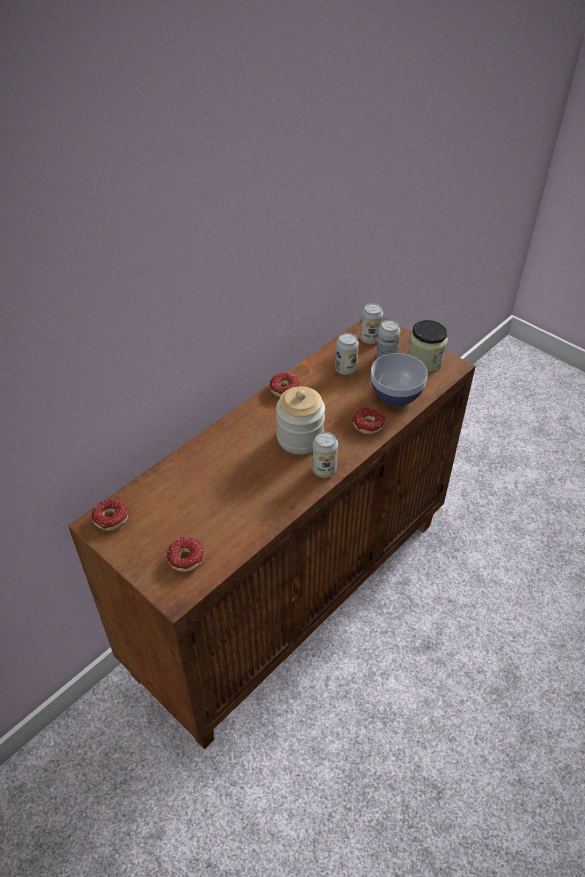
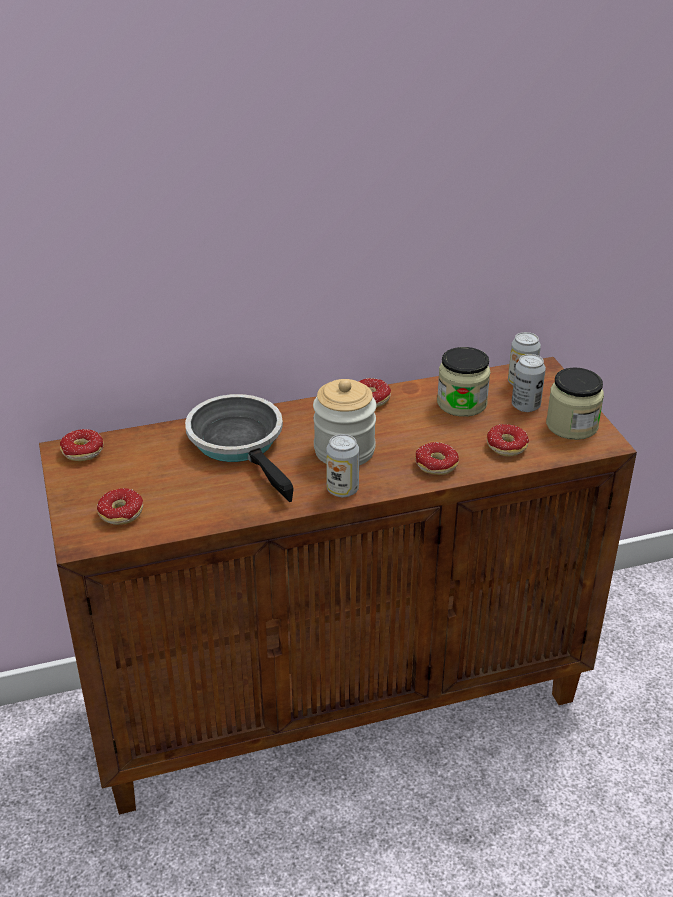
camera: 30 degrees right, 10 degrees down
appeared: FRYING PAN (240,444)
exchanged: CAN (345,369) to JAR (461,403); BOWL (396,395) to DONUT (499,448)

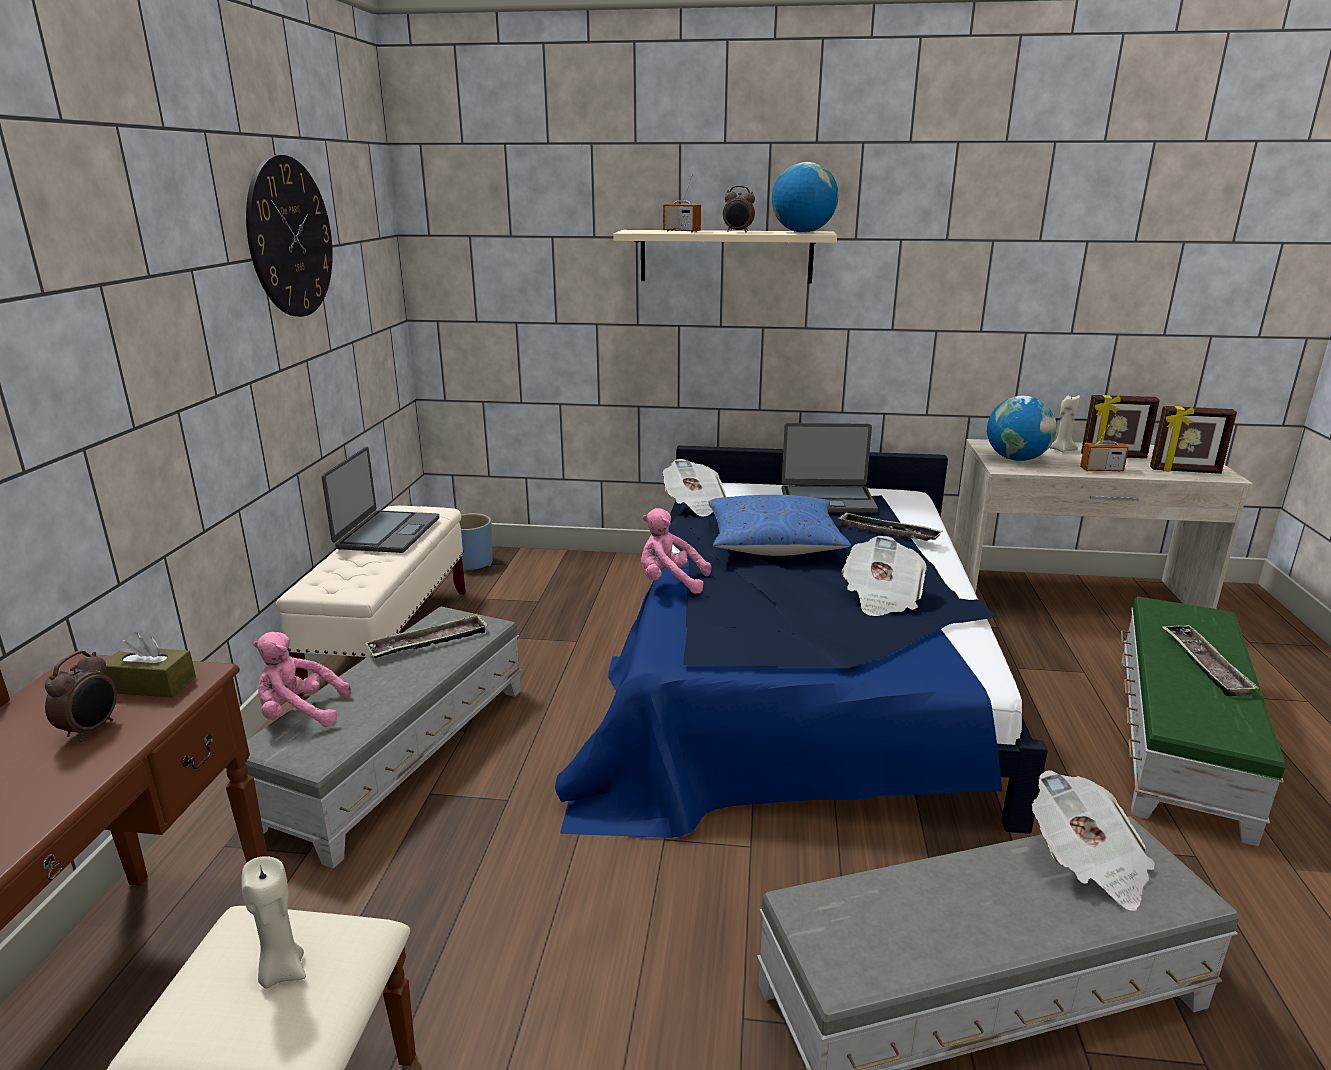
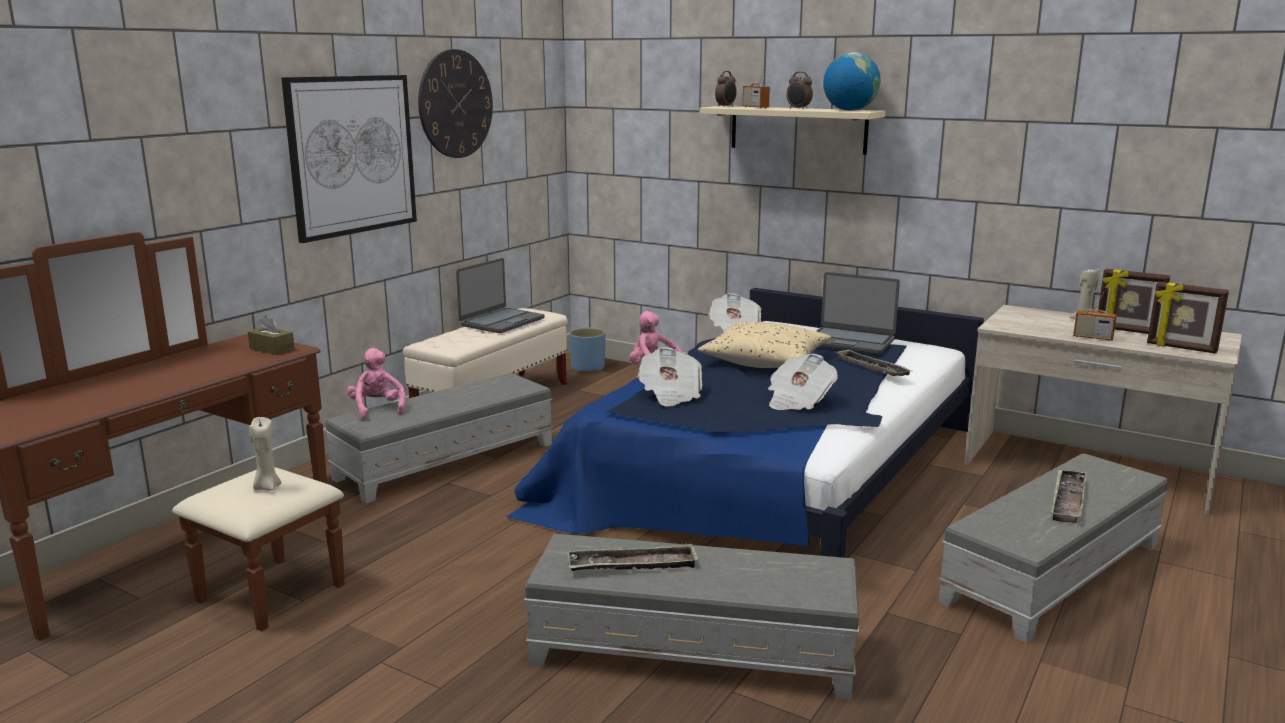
camera: 25 degrees right, 5 degrees down
missing: GLOBE (1016,459)
appeared: PICTURE (352,155)
relocated: TRAY (429,642) to (632,565); NEWSPAPER (1087,864) to (670,394); ALARM CLOCK (92,729) to (726,106)
colour: BLUE PILLOW (773,543) to BEIGE PILLOW (764,361); GREEN OTTOMAN (1178,740) to GREY OTTOMAN (1051,573)
spun: PINK PLUSH TOY (300,714) = (377,409) 45 degrees clockwise

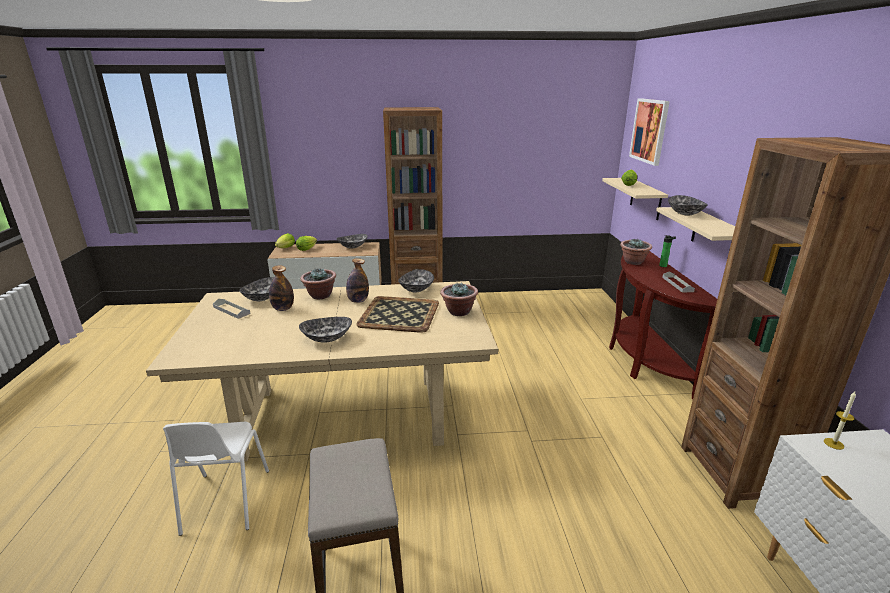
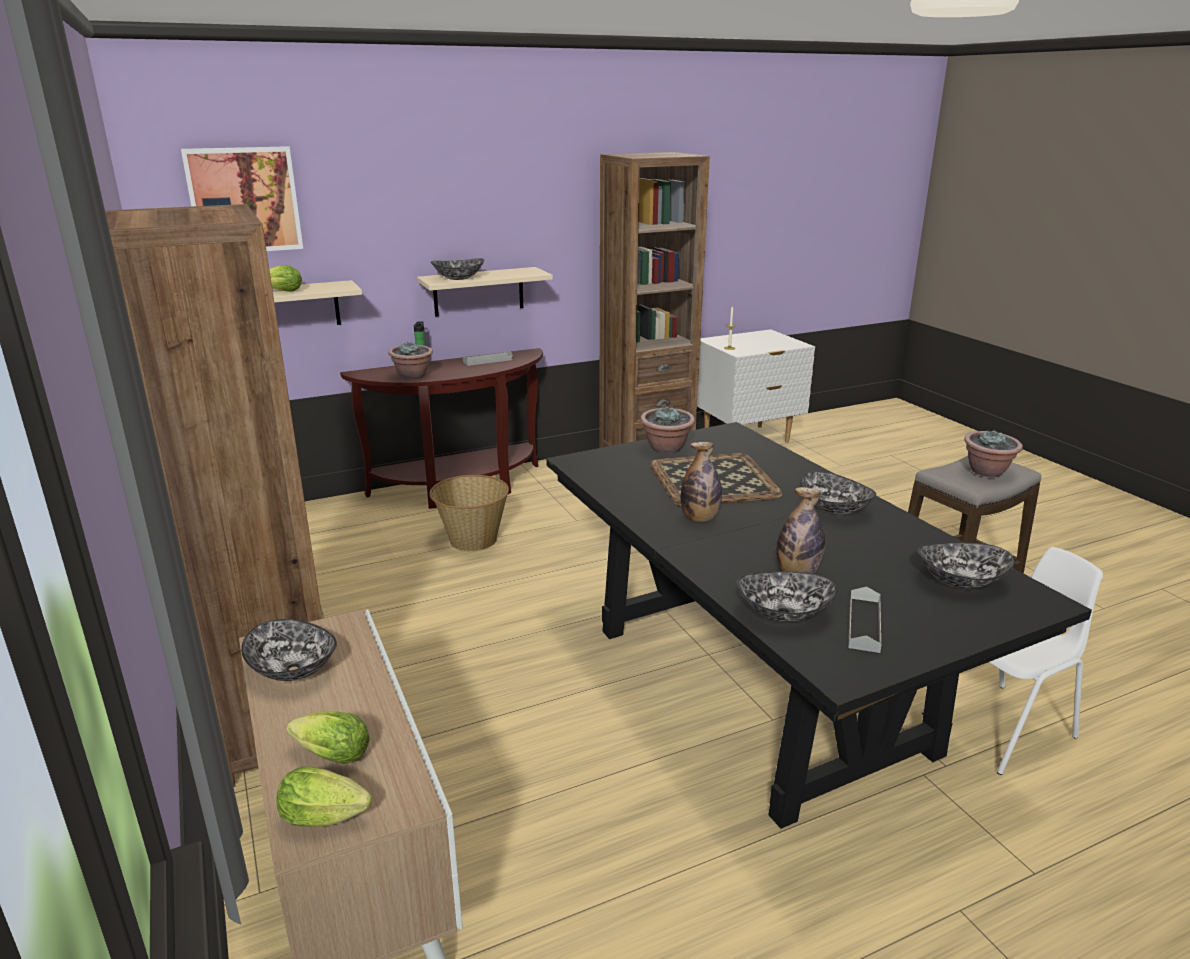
camera: 110 degrees left, 0 degrees up
appeared: BASKET (472,540)
relocated: BOWL (416,289) to (961,581); POTTED PLANT (320,295) to (987,472)
colour: BEIGE DINING TABLE (344,416) to BLACK DINING TABLE (758,688)

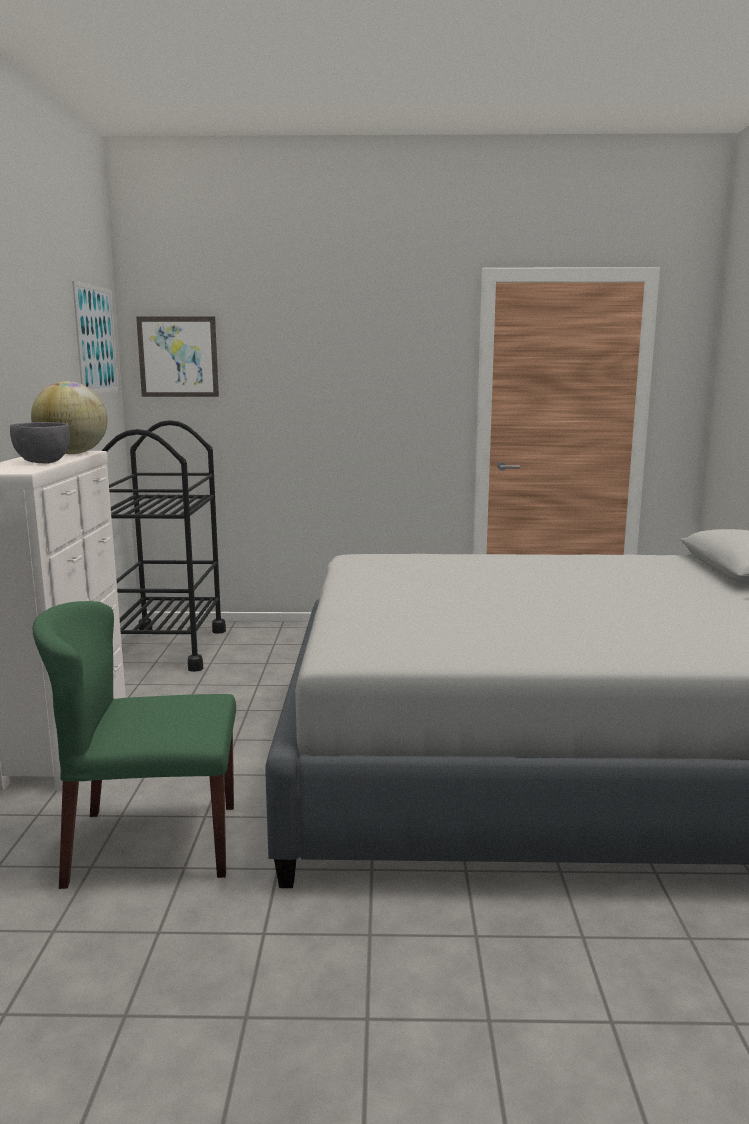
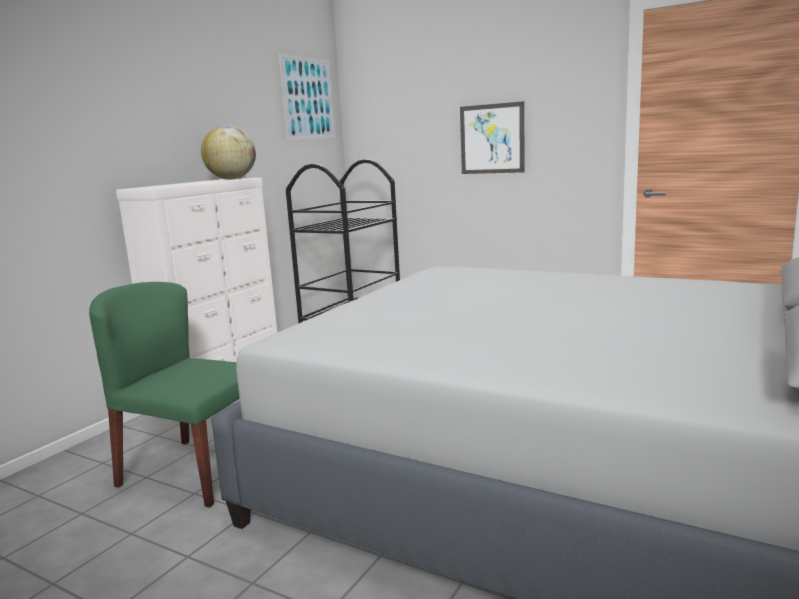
camera: 30 degrees right, 0 degrees up
missing: GREY BOWL (42,462)
relocated: PICTURE (178,357) to (492,139)

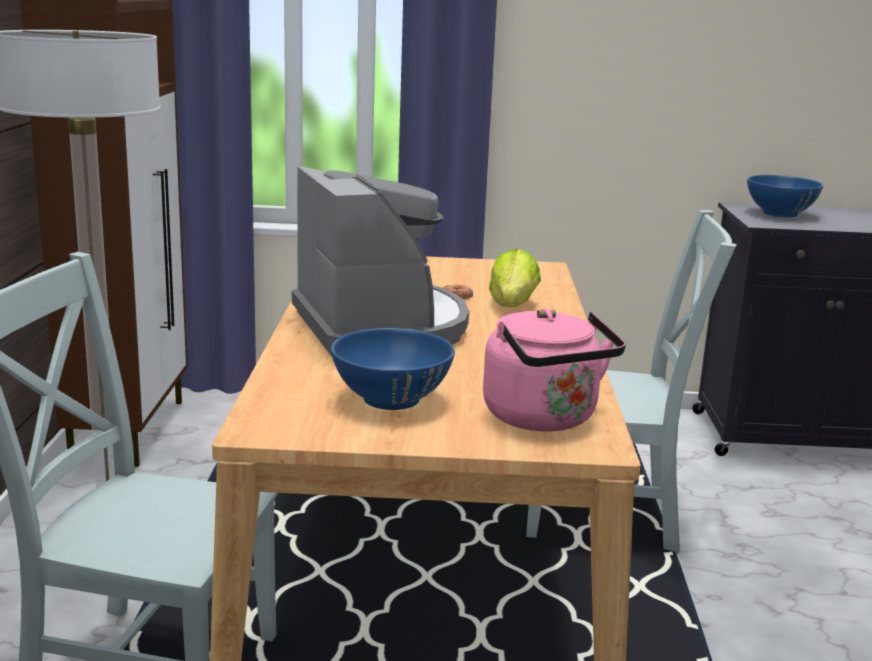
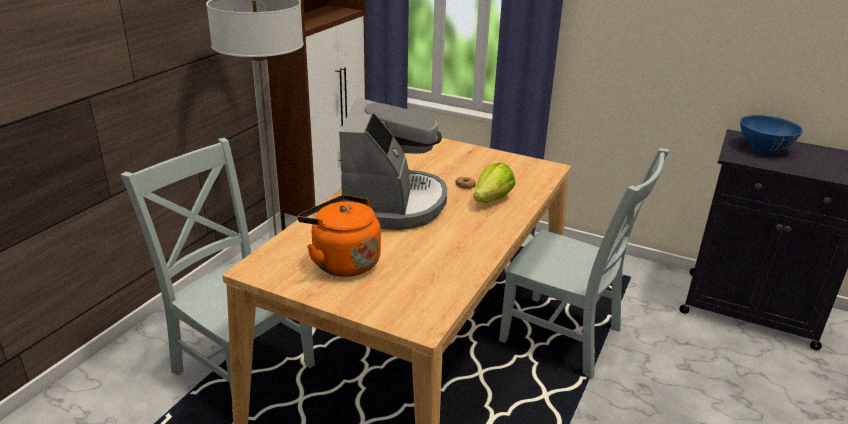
camera: 25 degrees right, 10 degrees up
missing: PINK KETTLE (545,419)
exchanged: BLUE BOWL (391,398) to ORANGE KETTLE (342,262)

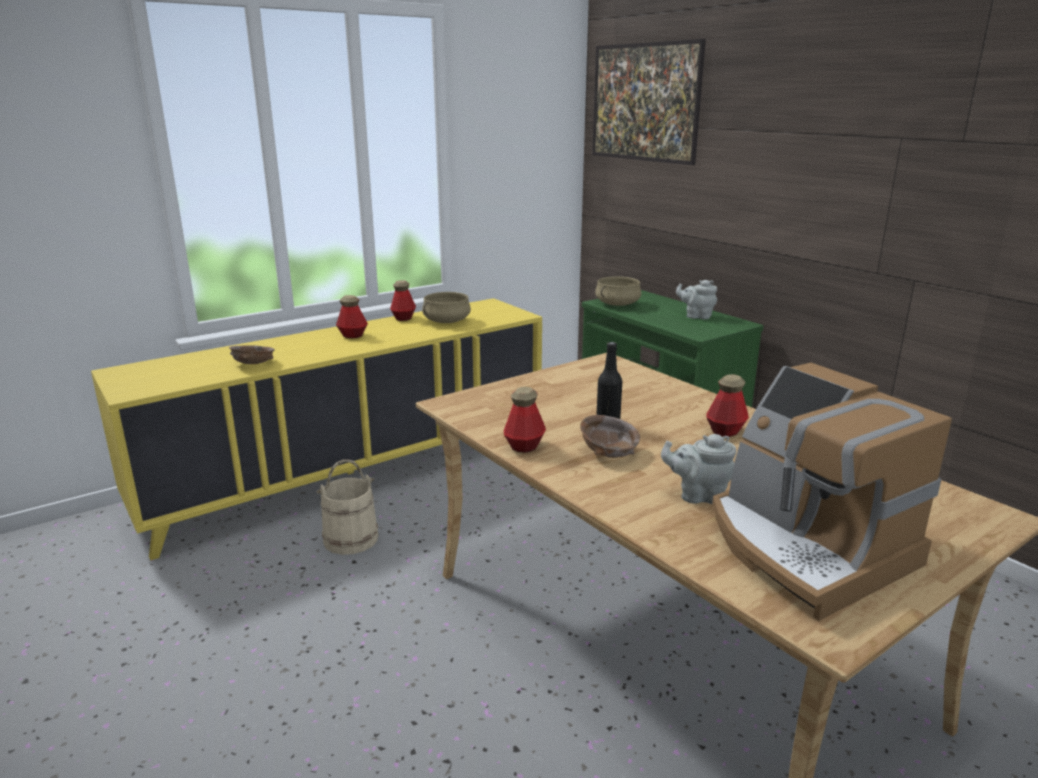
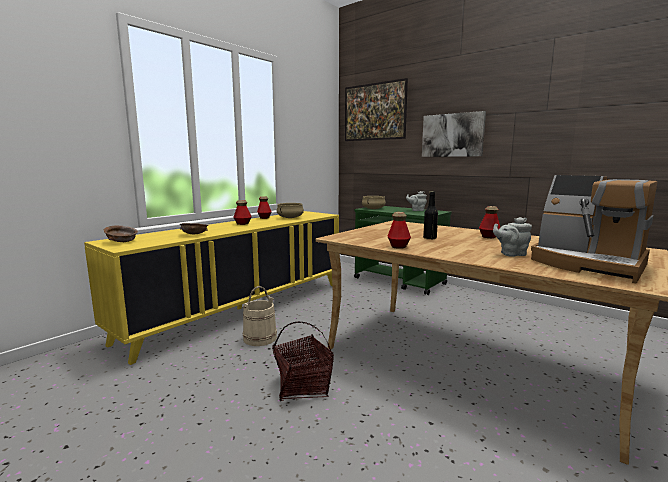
camera: 15 degrees left, 10 degrees down
appeared: BASKET (302,386); PICTURE (452,135)
relocated: BROWN BOWL (608,452) to (121,241)

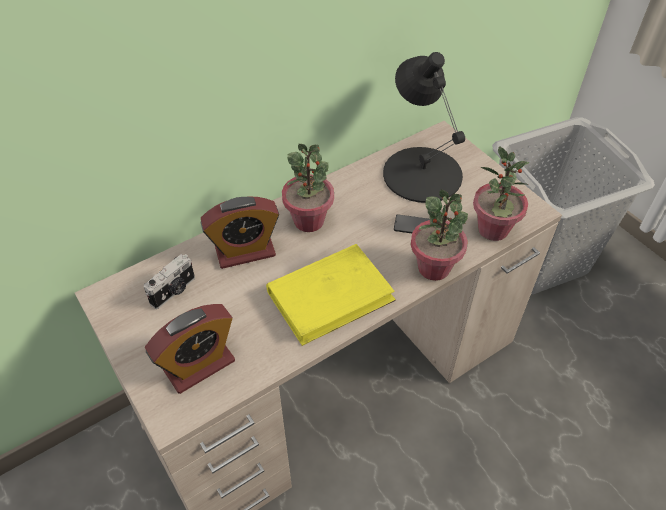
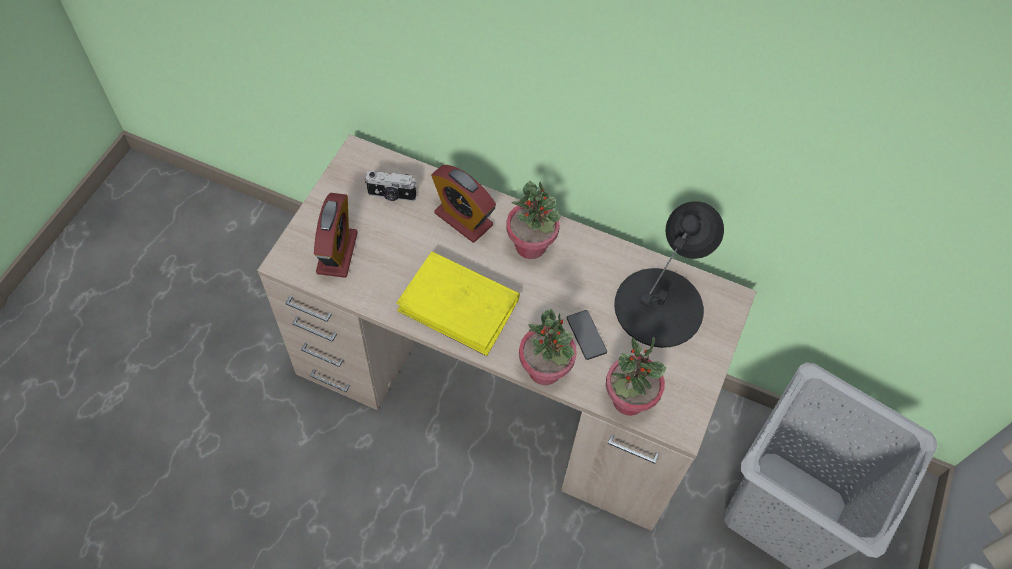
camera: 55 degrees right, 10 degrees up
spun: ALARM CLOCK (199,365) = (337,253) 105 degrees counterclockwise

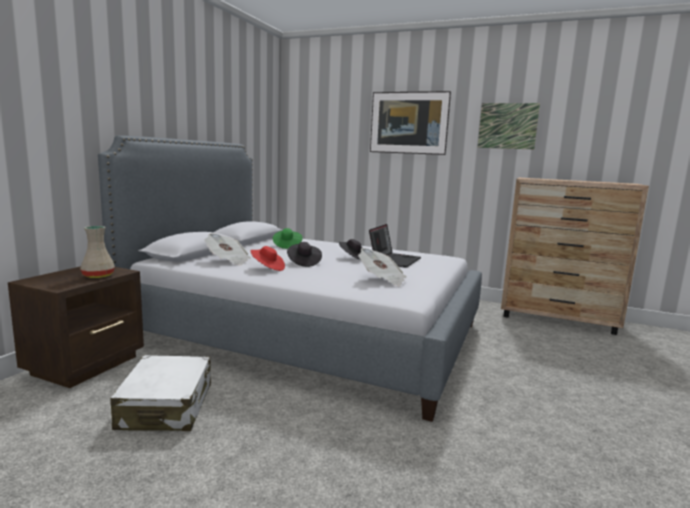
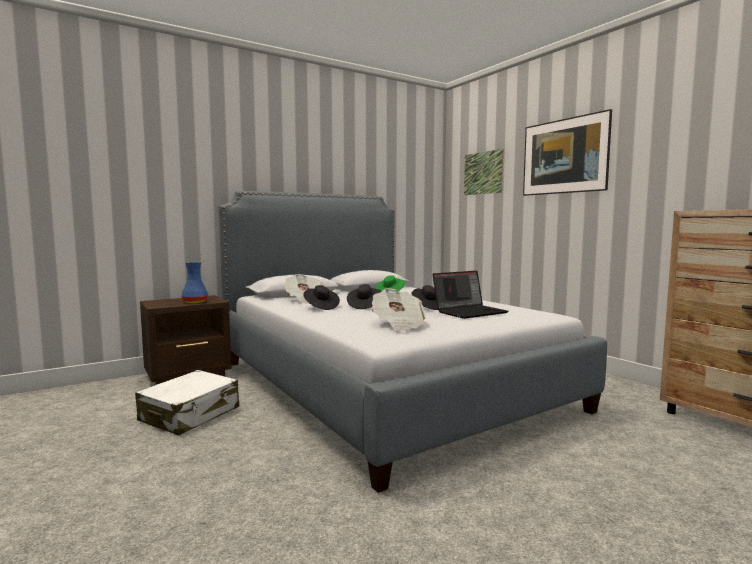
camera: 35 degrees right, 5 degrees down
relocated: PICTURE (507,126) to (483,173)
colour: BEIGE VASE (99,276) to BLUE VASE (195,302); RED HAT (267,268) to BLACK HAT (321,307)

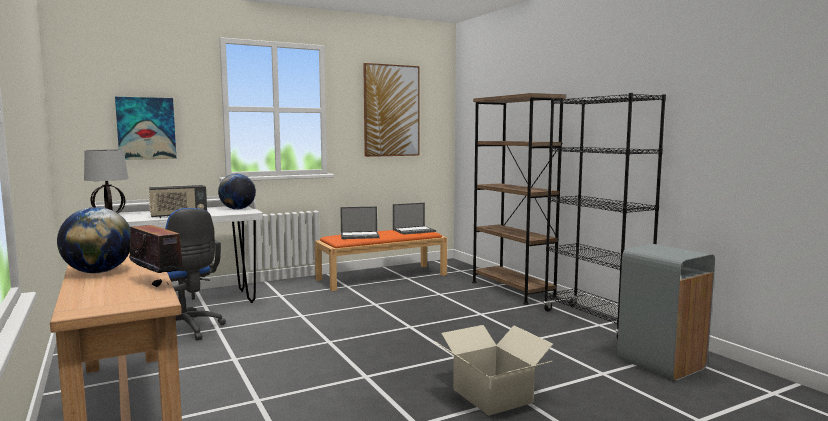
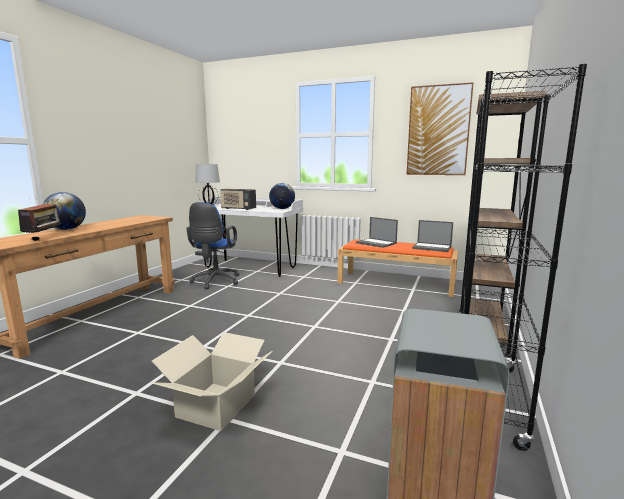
camera: 50 degrees right, 5 degrees up
missing: PICTURE (146,128)

